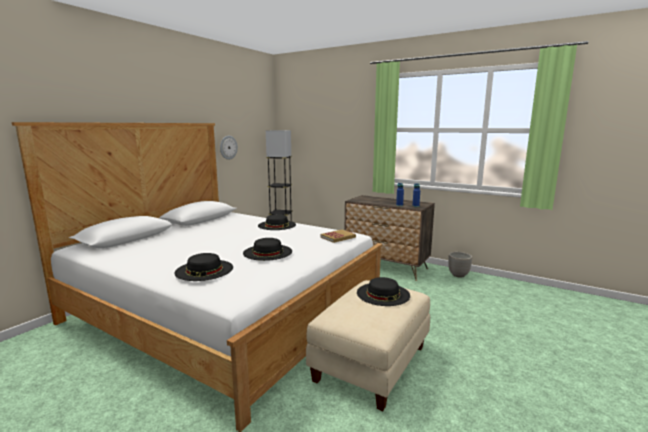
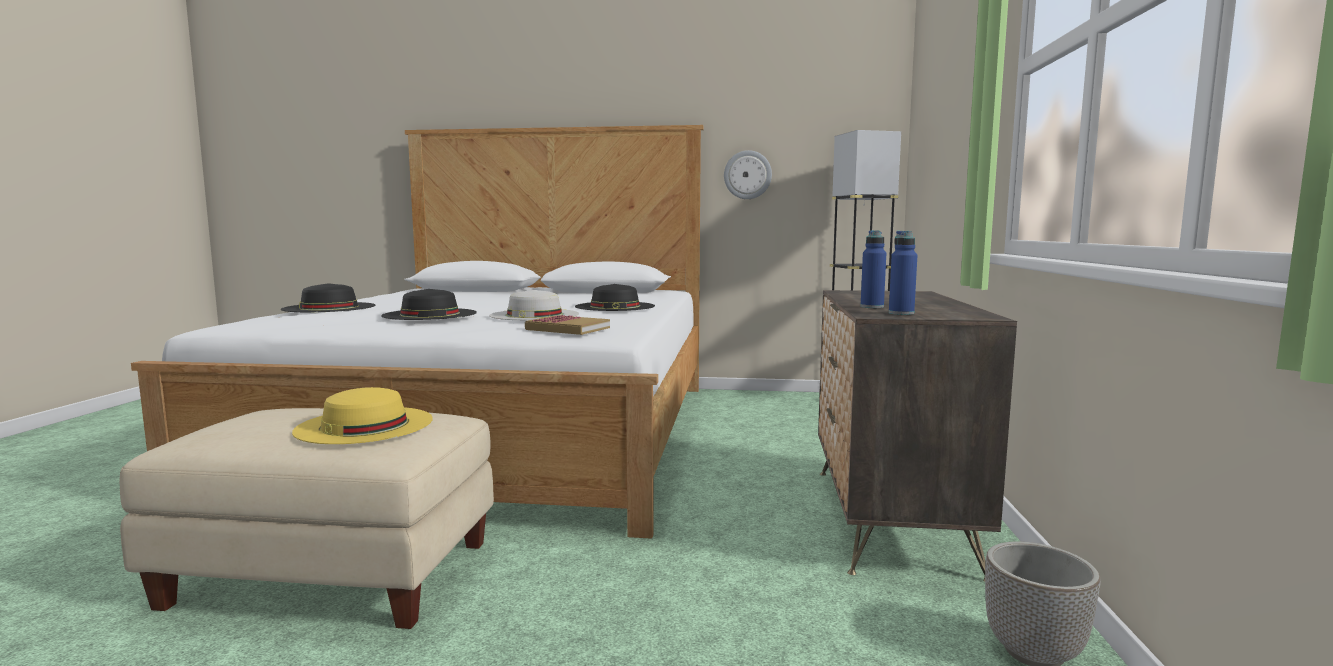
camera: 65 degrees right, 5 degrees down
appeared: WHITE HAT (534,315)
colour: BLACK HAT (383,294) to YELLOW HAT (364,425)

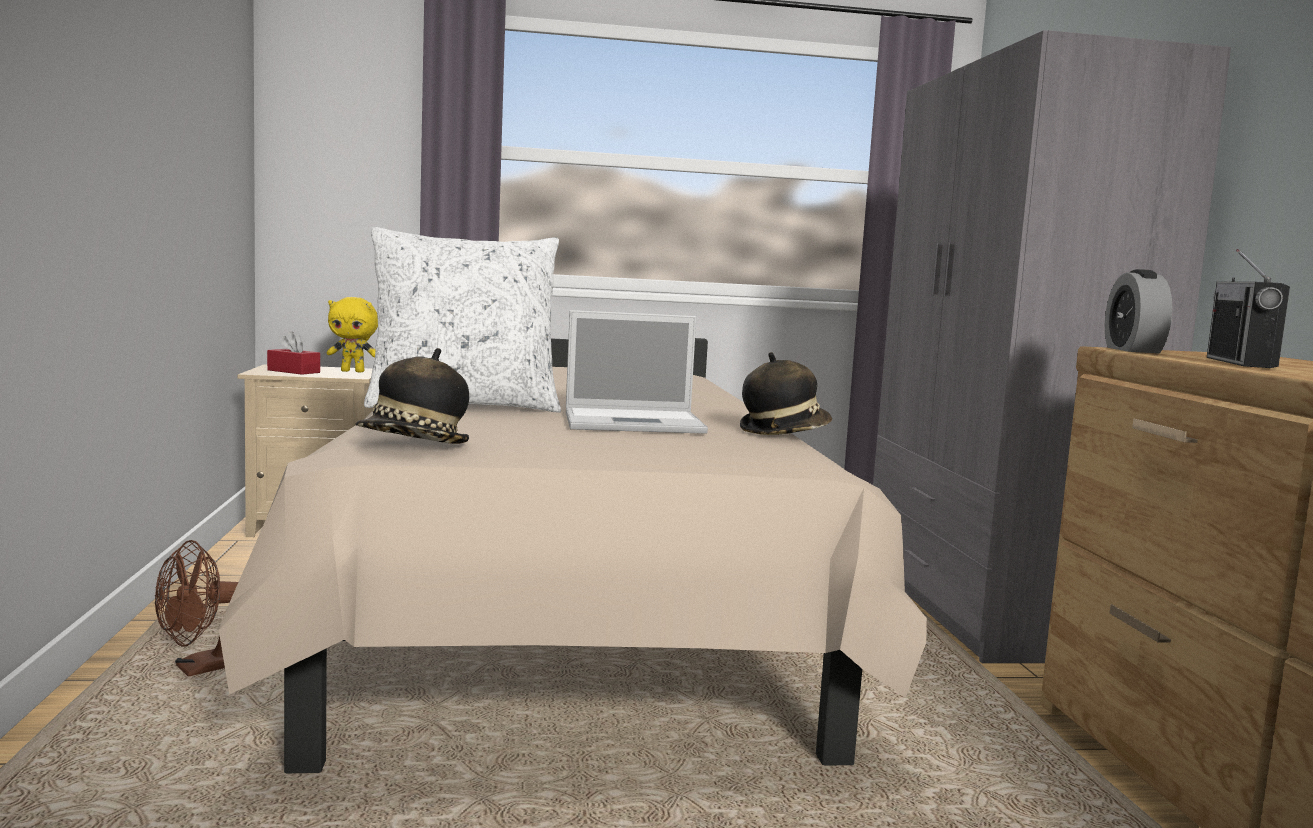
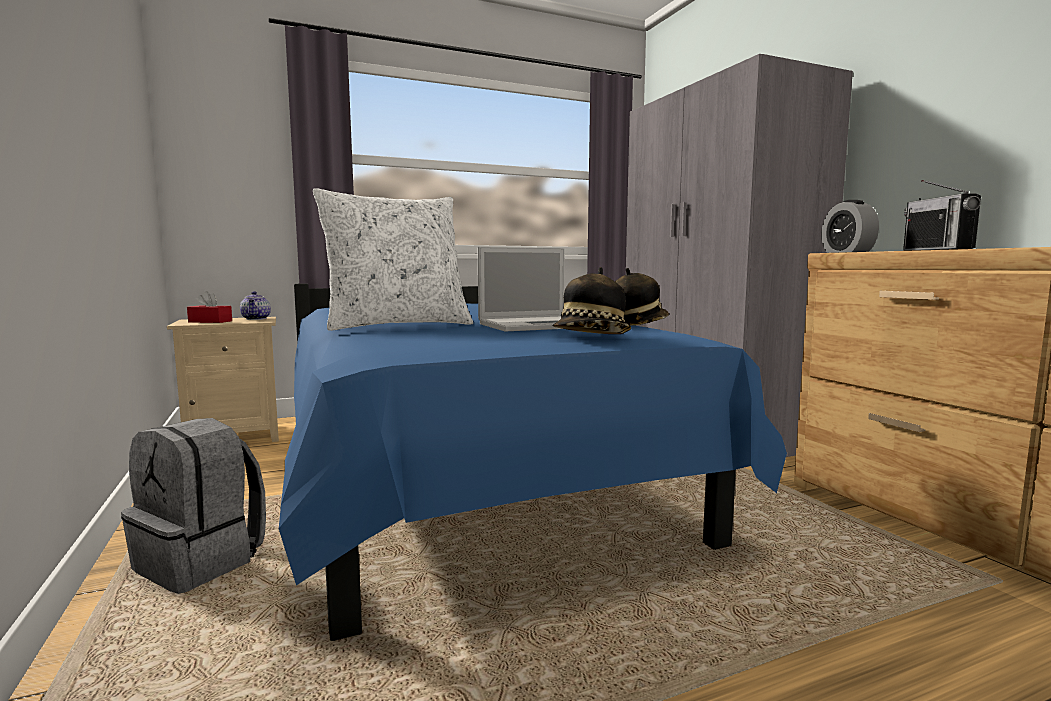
camera: 15 degrees left, 0 degrees up
relocated: HAT (414,444) to (591,337)
exchanged: BROWN FAN (201,669) to GREY BACKPACK (202,562); YELLOW PLUSH TOY (353,371) to TEAPOT (256,319)
colour: BEIGE BED (563,614) to BLUE BED (460,473)

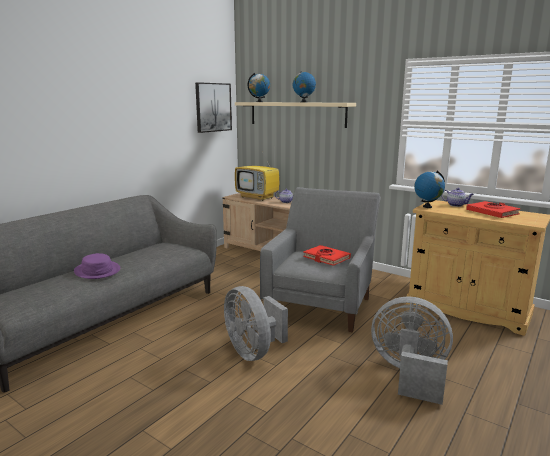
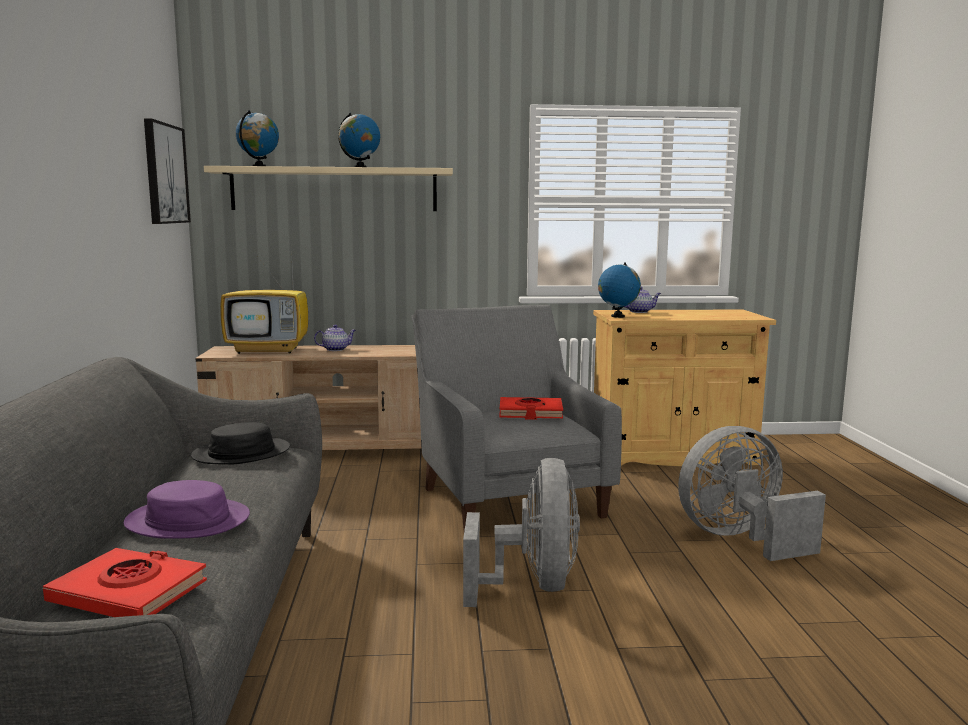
camera: 40 degrees left, 5 degrees down
appeared: BLACK HAT (241,453)
relocated: RED BOOK (492,212) to (129,593)
spun: GREY FAN (253,351) = (533,586) 105 degrees counterclockwise

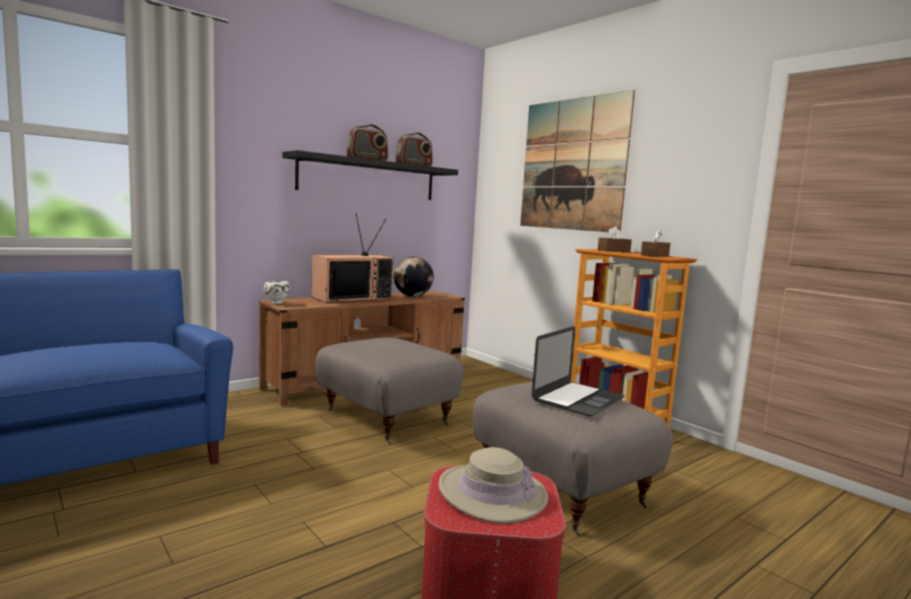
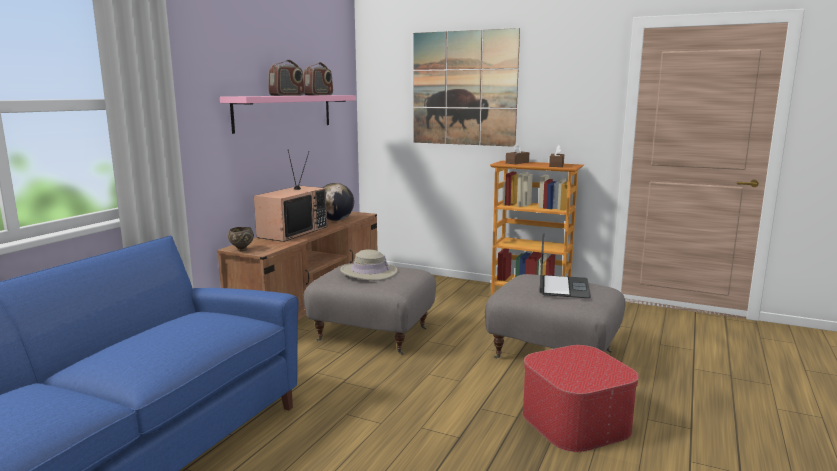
camera: 25 degrees left, 5 degrees up
relocated: BEIGE HAT (492,493) to (369,272)
colour: BLACK SHELF (369,178) to PINK SHELF (284,112); WHITE BOWL (276,303) to BROWN BOWL (241,250)

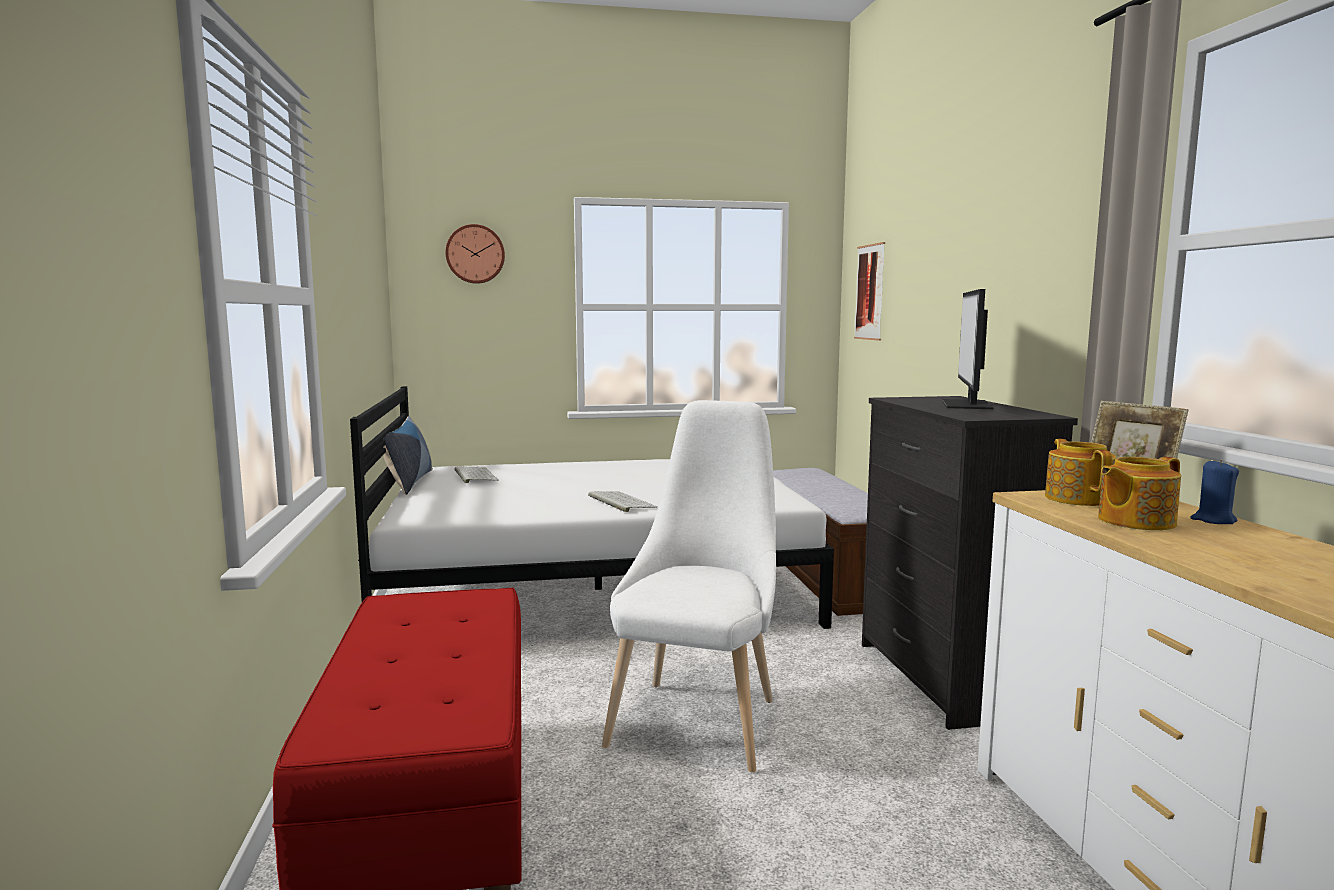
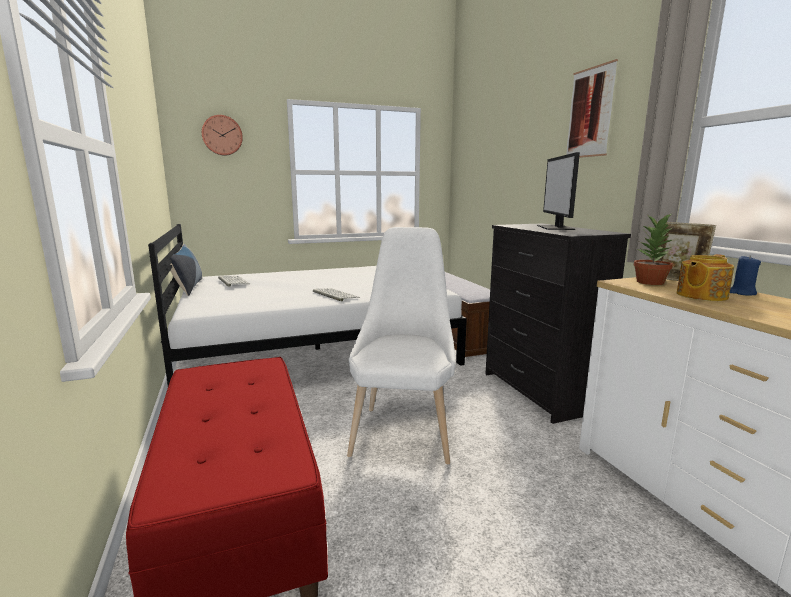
camera: 10 degrees left, 5 degrees up
relocated: PICTURE (869,292) to (590,113)
exchanged: TEAPOT (1078,498) to POTTED PLANT (650,282)

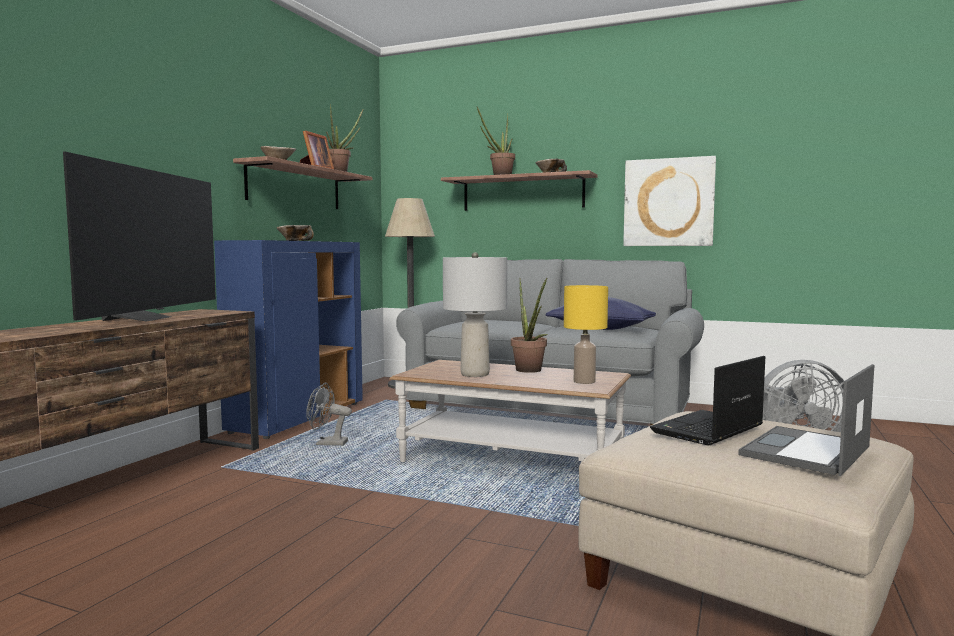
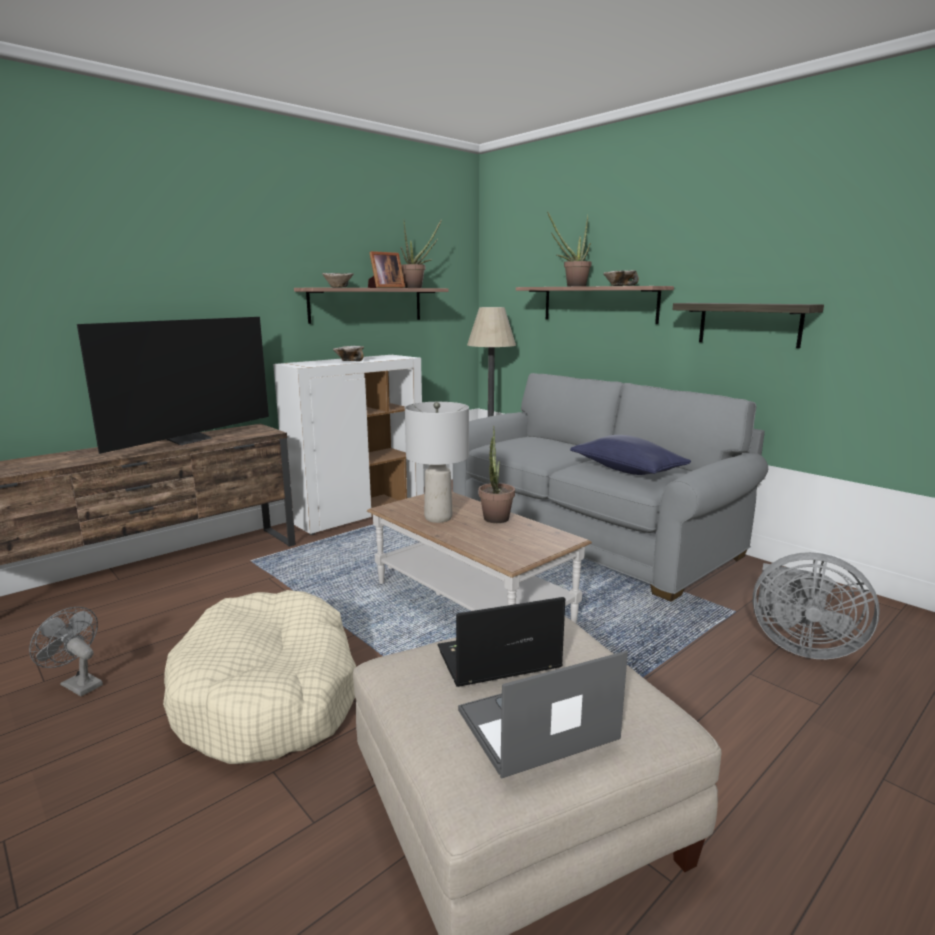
camera: 25 degrees right, 10 degrees up
missing: YELLOW TABLE LAMP (583,382)
appeared: BEIGE DOG BED (270,695)
relocated: GREY FAN (327,443) to (77,684)
exchanged: PICTURE (668,202) to SHELF (749,324)
colour: BLUE CABINET (298,417) to WHITE CABINET (358,513)

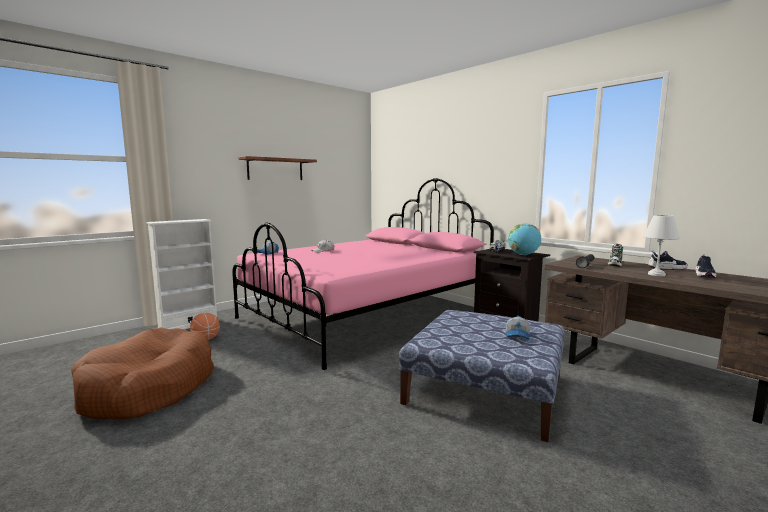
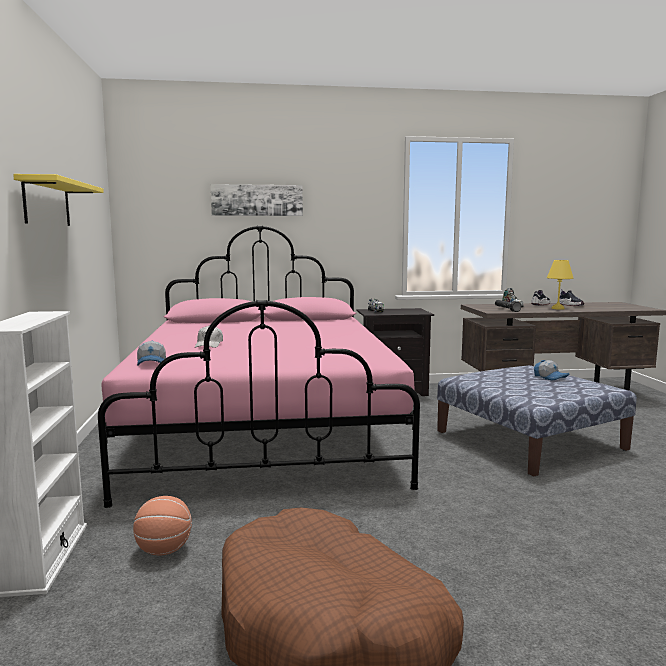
camera: 55 degrees left, 0 degrees up
missing: GLOBE (523,255)
appeared: PICTURE (257,200)
colour: BROWN SHELF (275,169) to YELLOW SHELF (47,203); WHITE TABLE LAMP (657,274) to YELLOW TABLE LAMP (557,308)

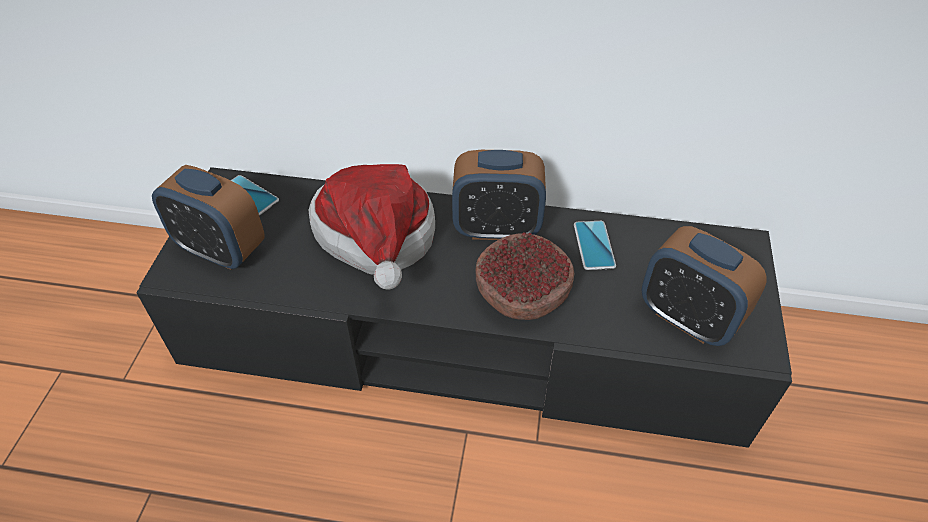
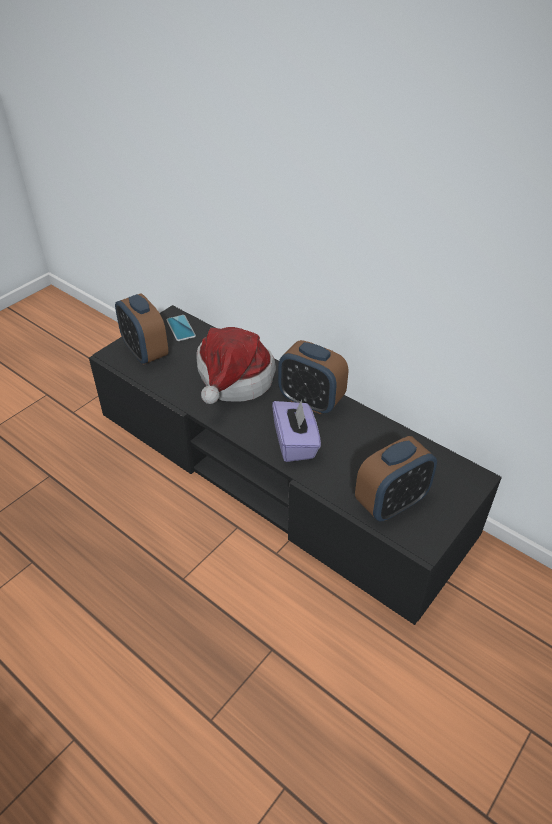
camera: 30 degrees right, 5 degrees down
missing: PHONE (594,245)
exchanged: BOWL (521,292) to PURPLE TISSUE BOX (295,443)
spun: ALARM CLOCK (688,318) = (391,503) 105 degrees counterclockwise

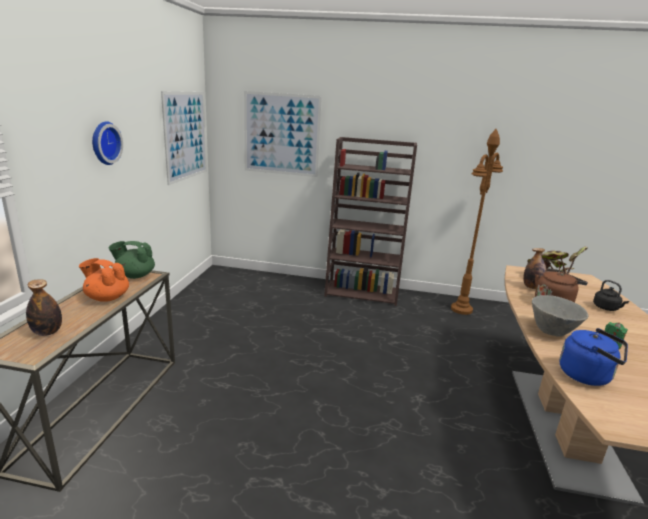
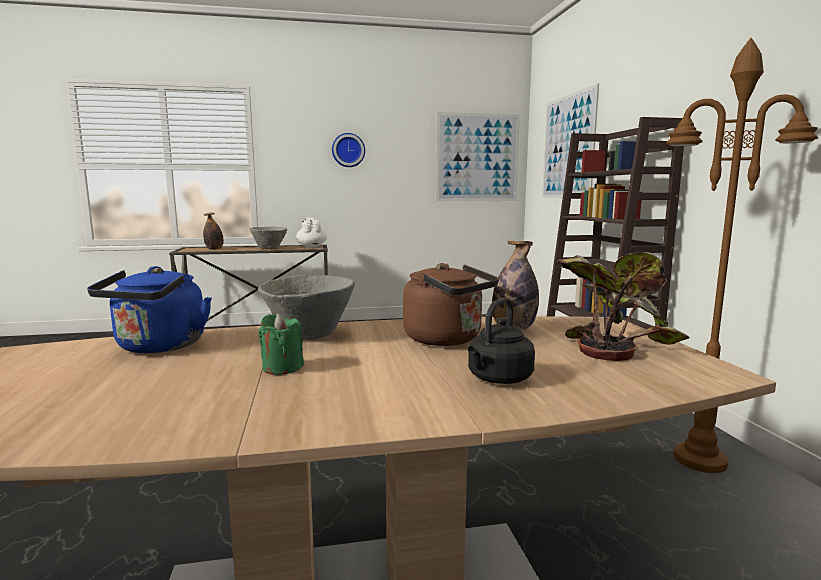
camera: 70 degrees right, 10 degrees down
exchanged: ORANGE TEAPOT (107,297) to GREY BOWL (269,248)
colour: GREEN TEAPOT (135,275) to WHITE TEAPOT (311,247)

